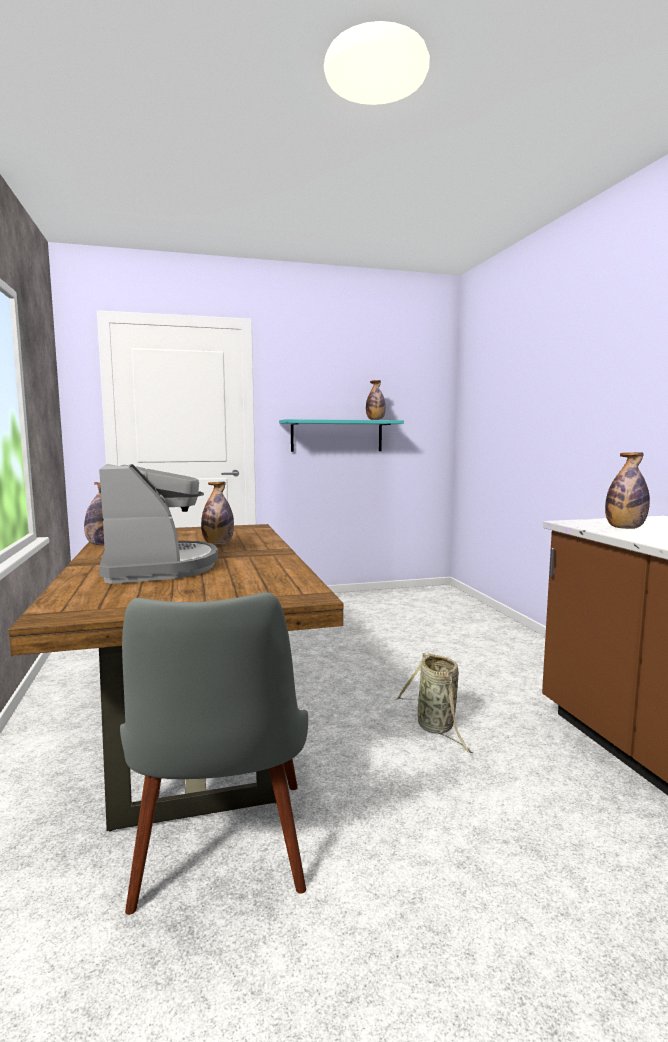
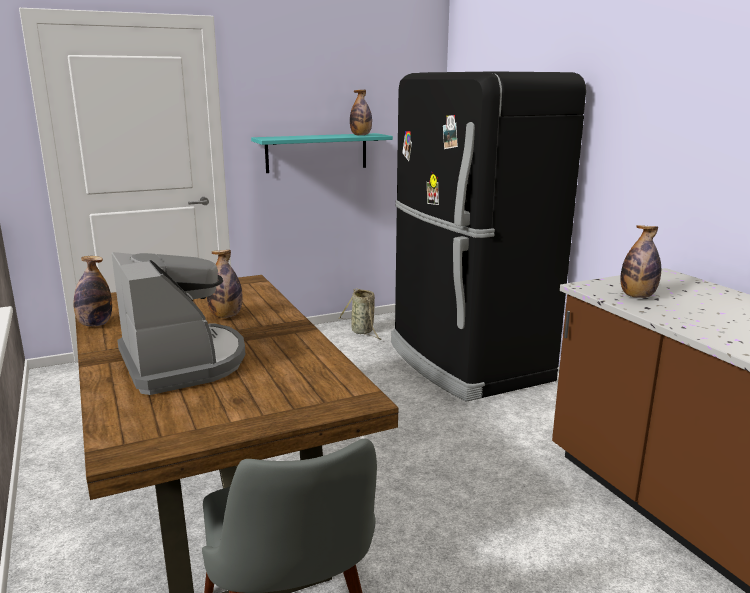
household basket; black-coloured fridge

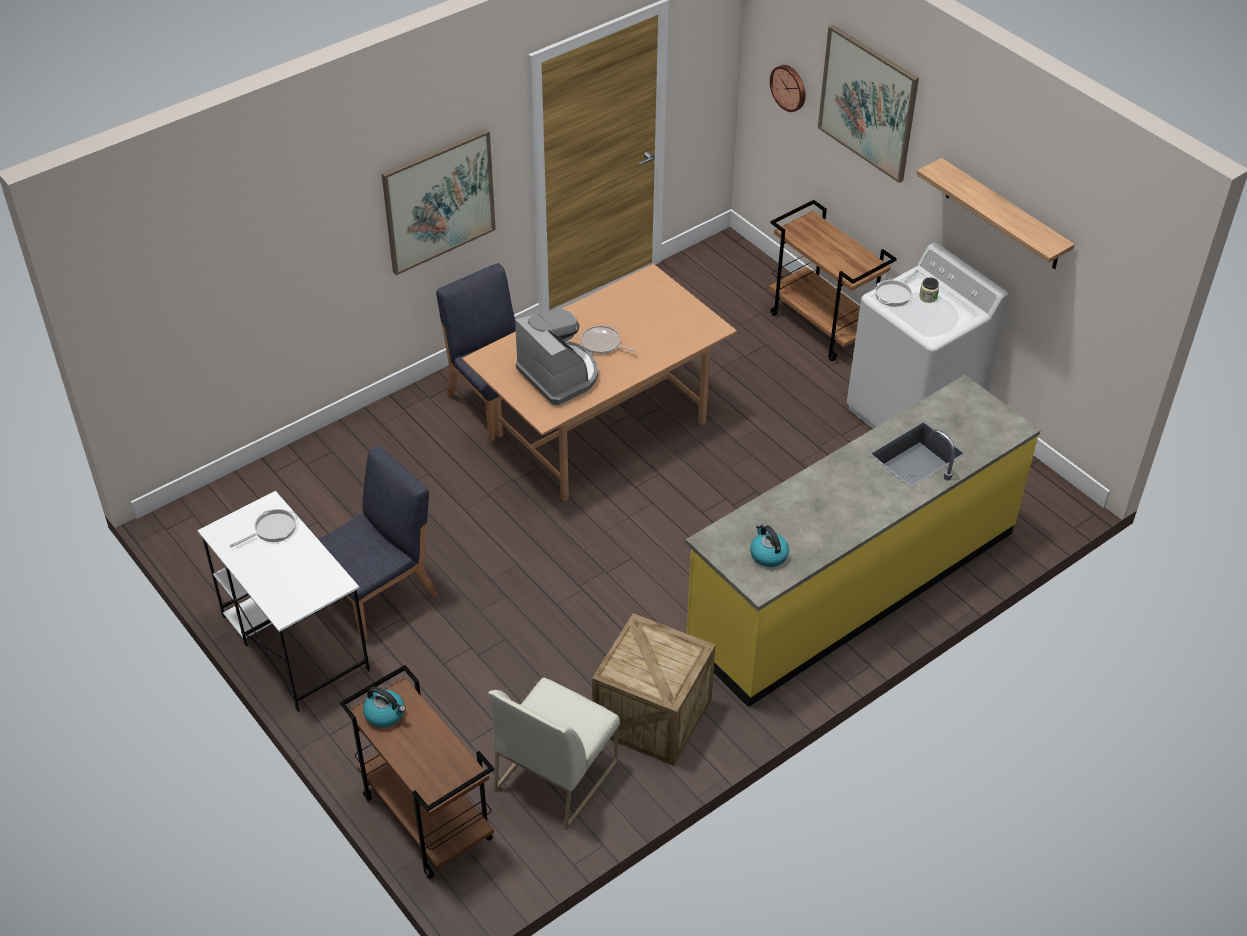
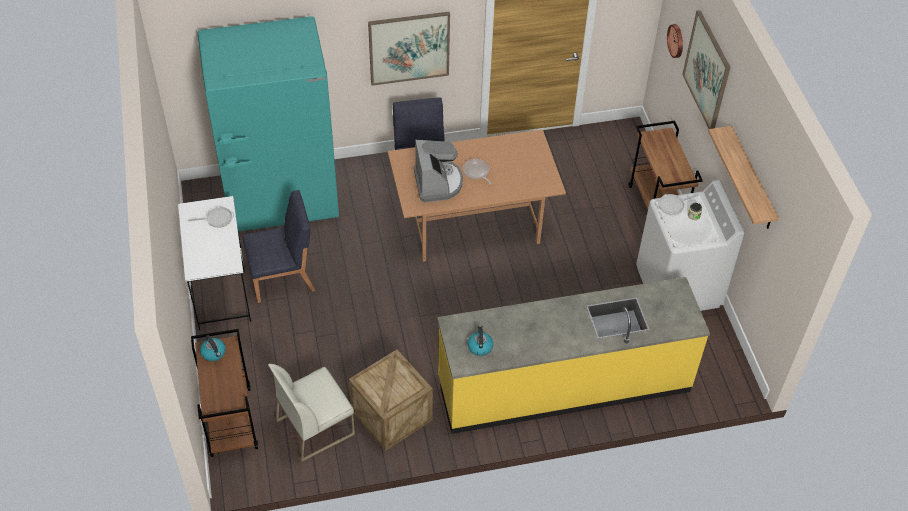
blue-green fridge

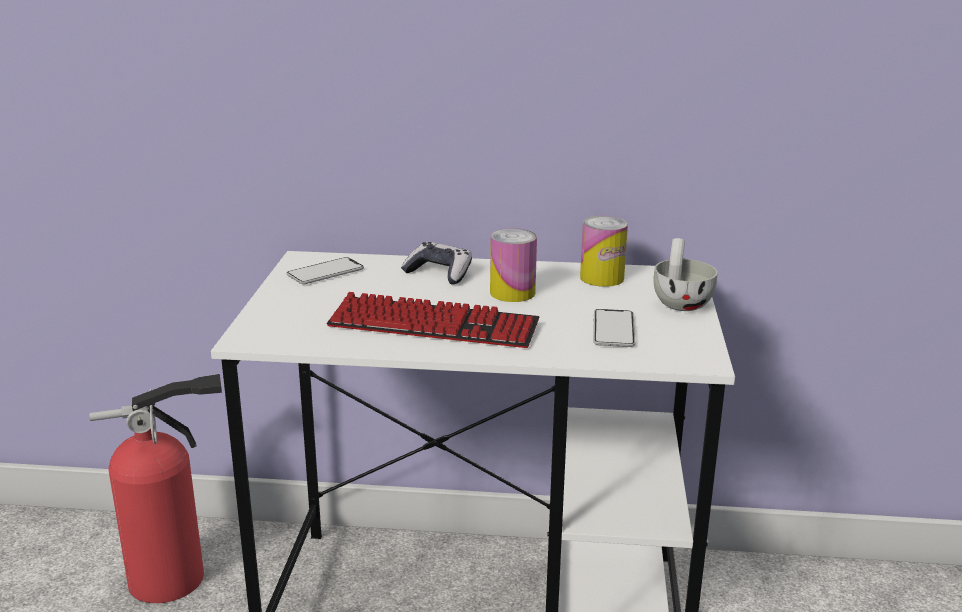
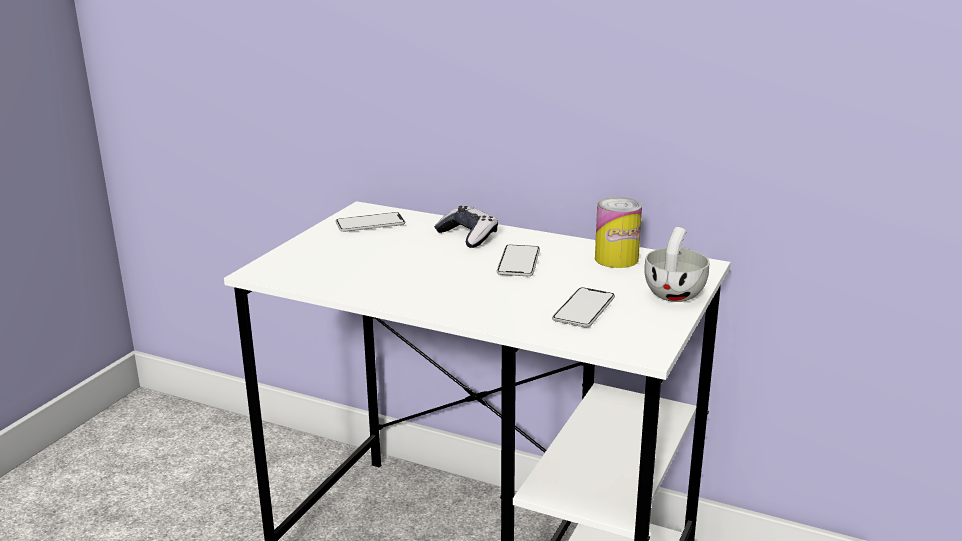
fire extinguisher; keyboard; phone (no. 2 from left)

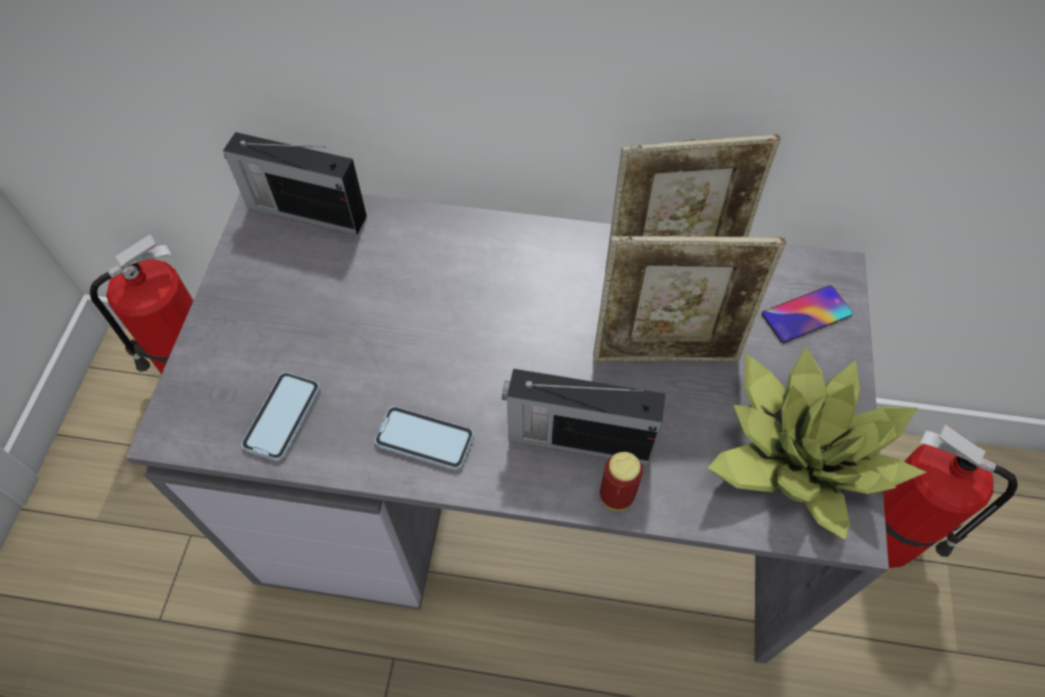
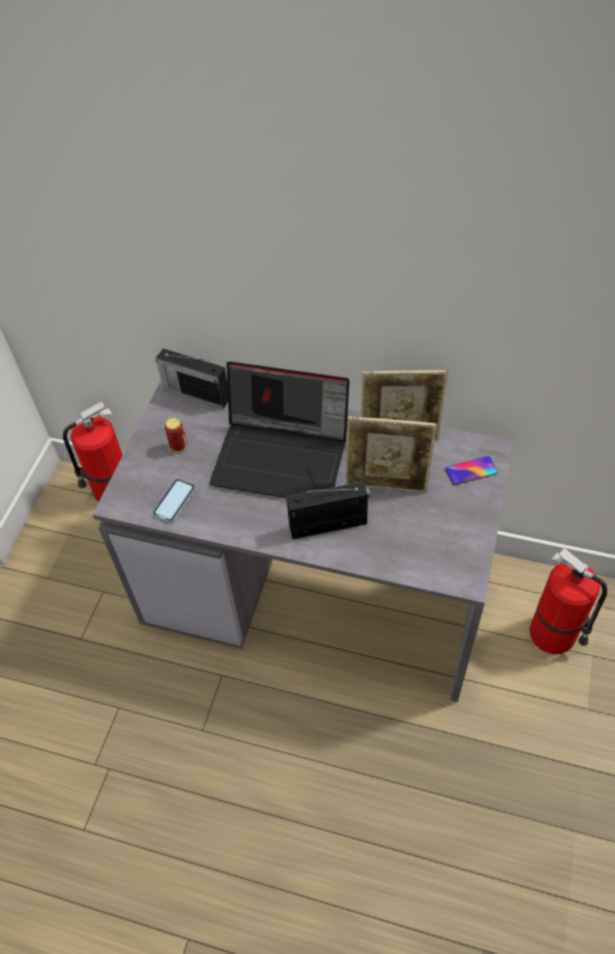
phone (no. 2 from left in the first image); radio receiver (no. 2 from left); sealed can; potted plant; portable computer

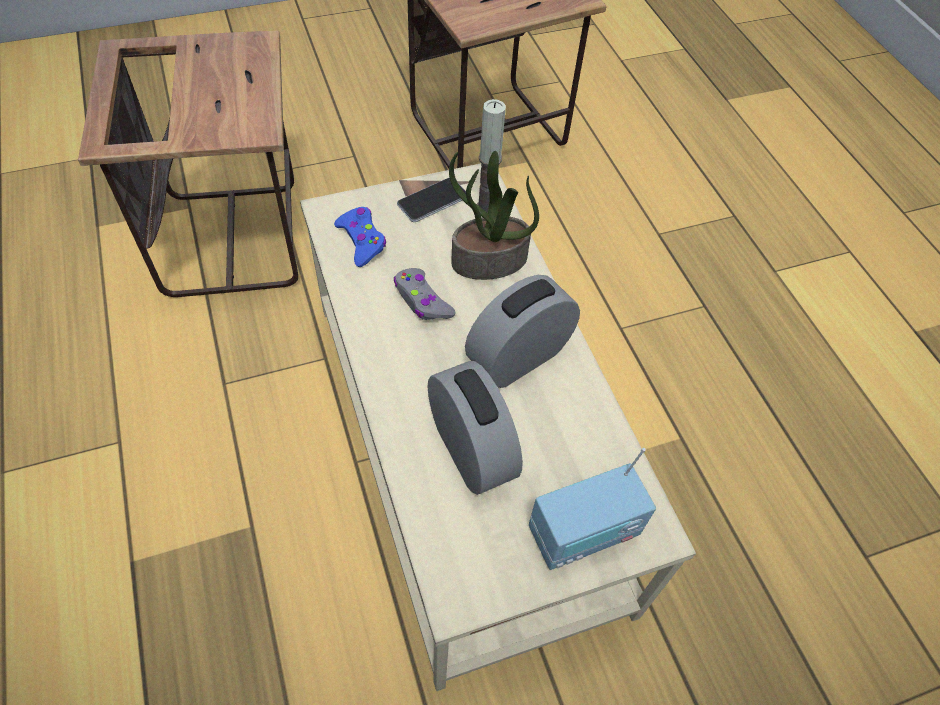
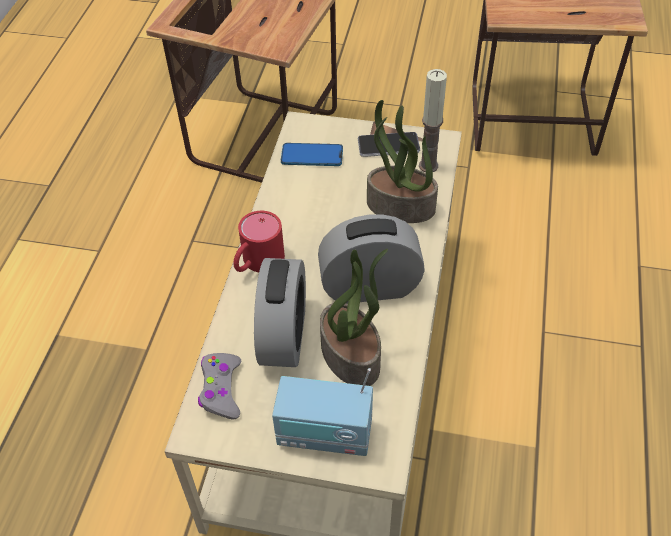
phone (no. 1 from left); gray joypad; red mug; potted plant (no. 1 from left)

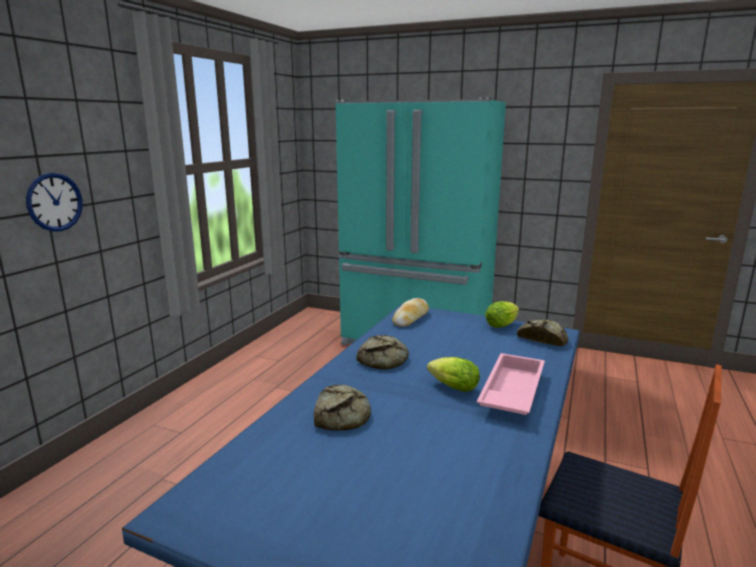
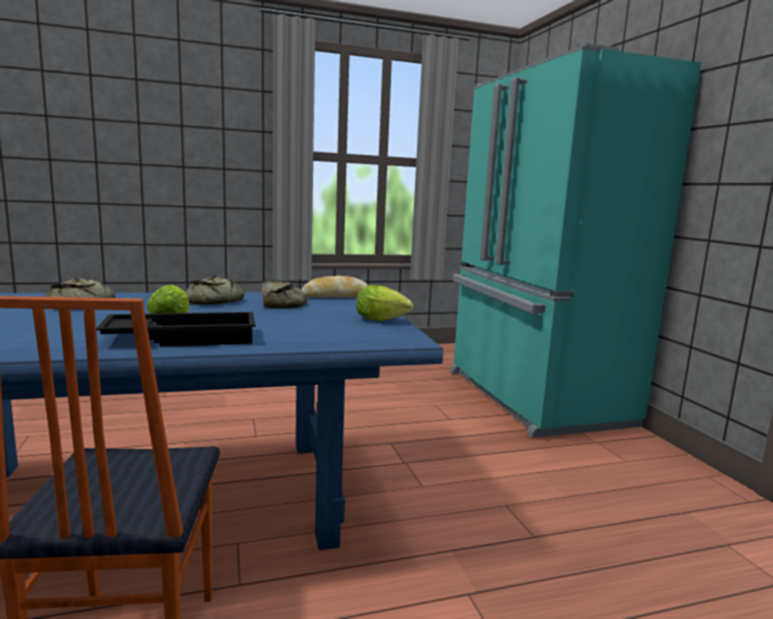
hanging clock; black-coloured tray; bread (no. 3 from left)

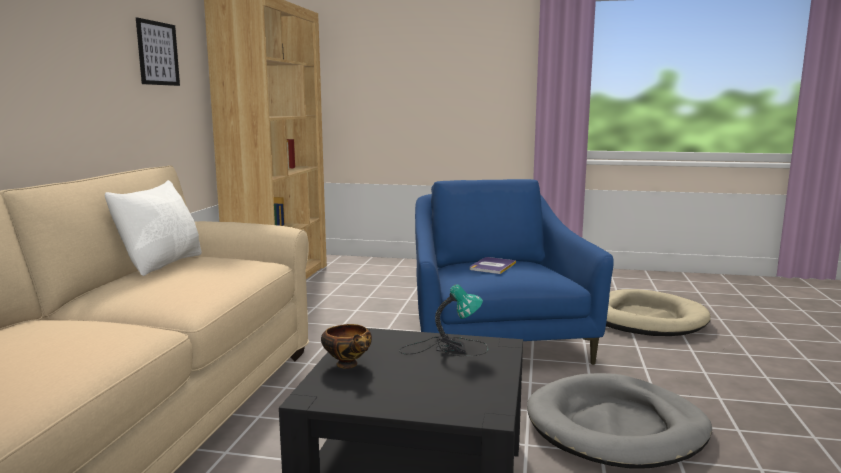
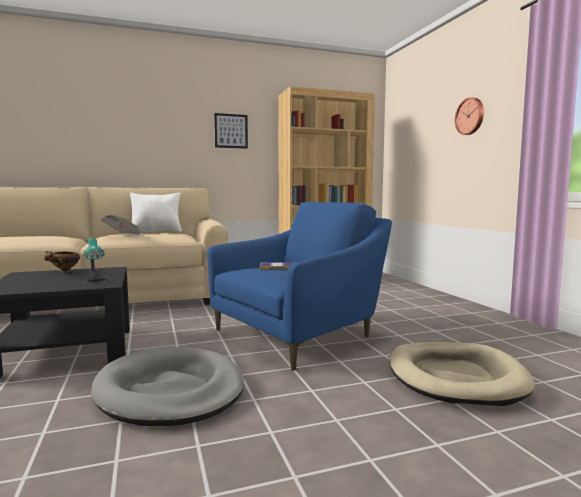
printed paper; hanging clock

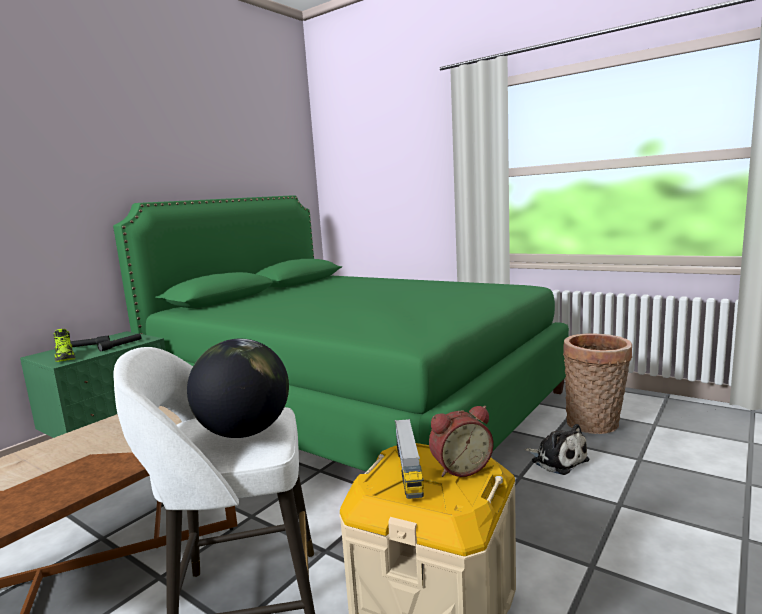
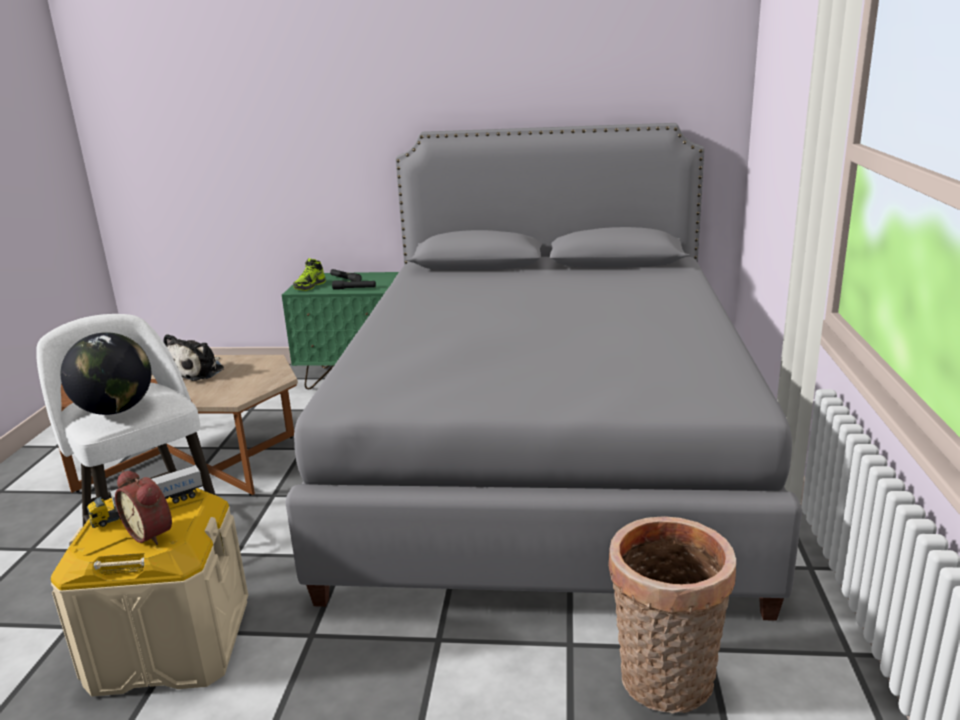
gray bedroom bed; soft toy

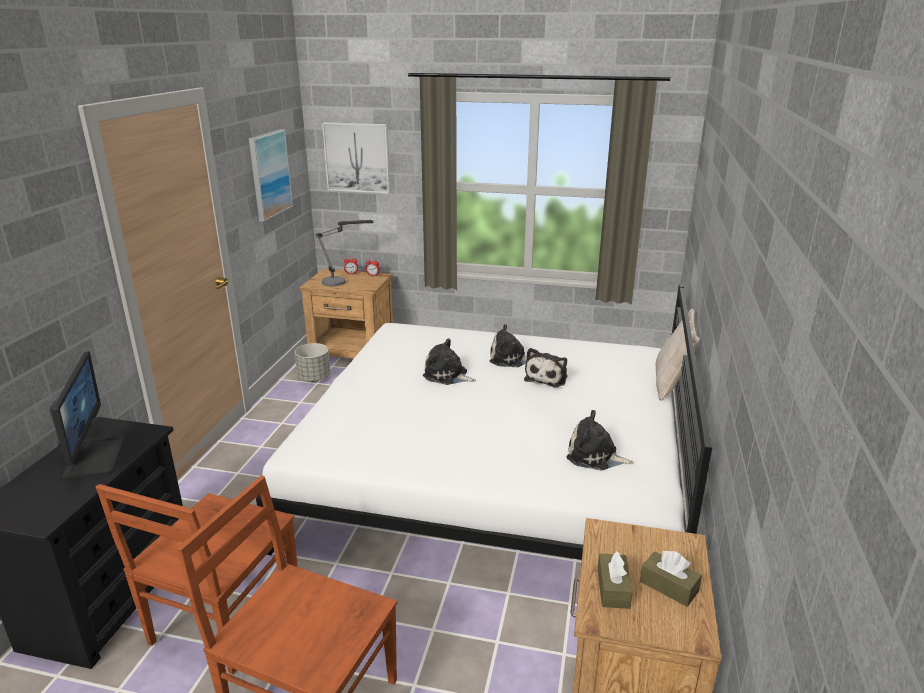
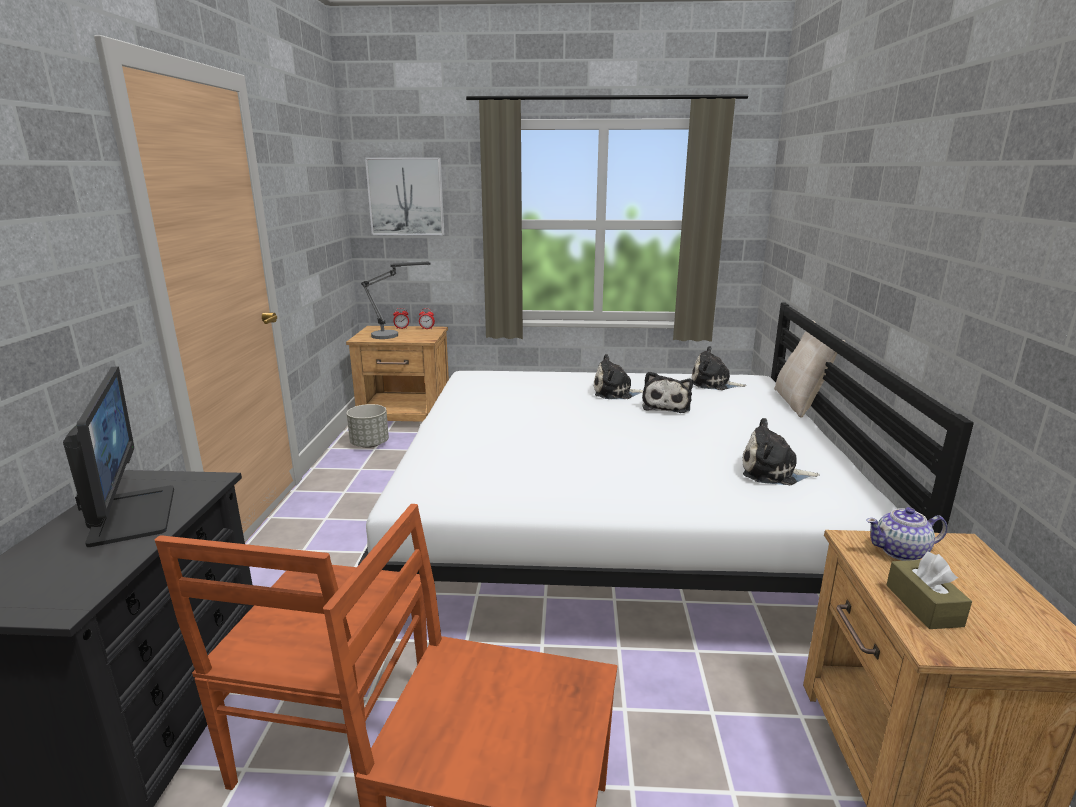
wall art (no. 1 from left in the first image); soft toy (no. 3 from left); brown-coloured tissue holder (no. 2 from left in the first image); teapot

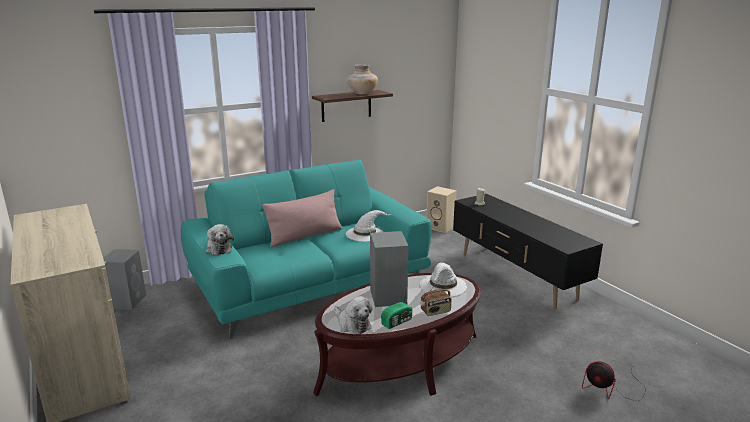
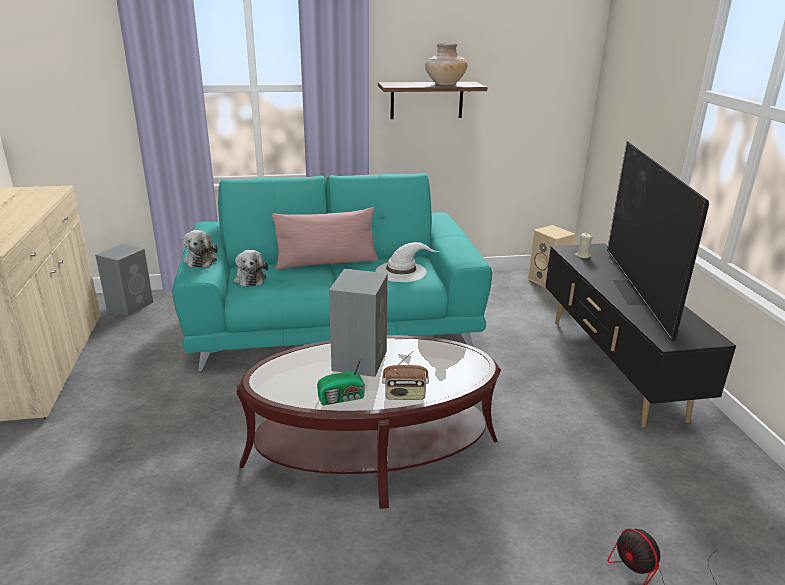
soft toy (no. 2 from left); whitish hat (no. 2 from left in the first image); television

